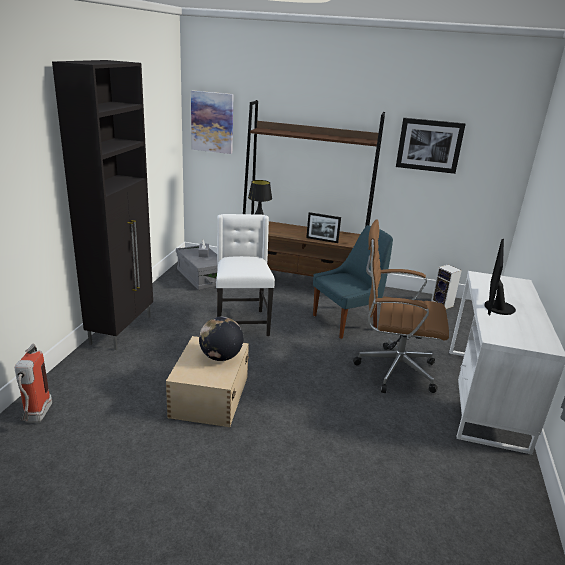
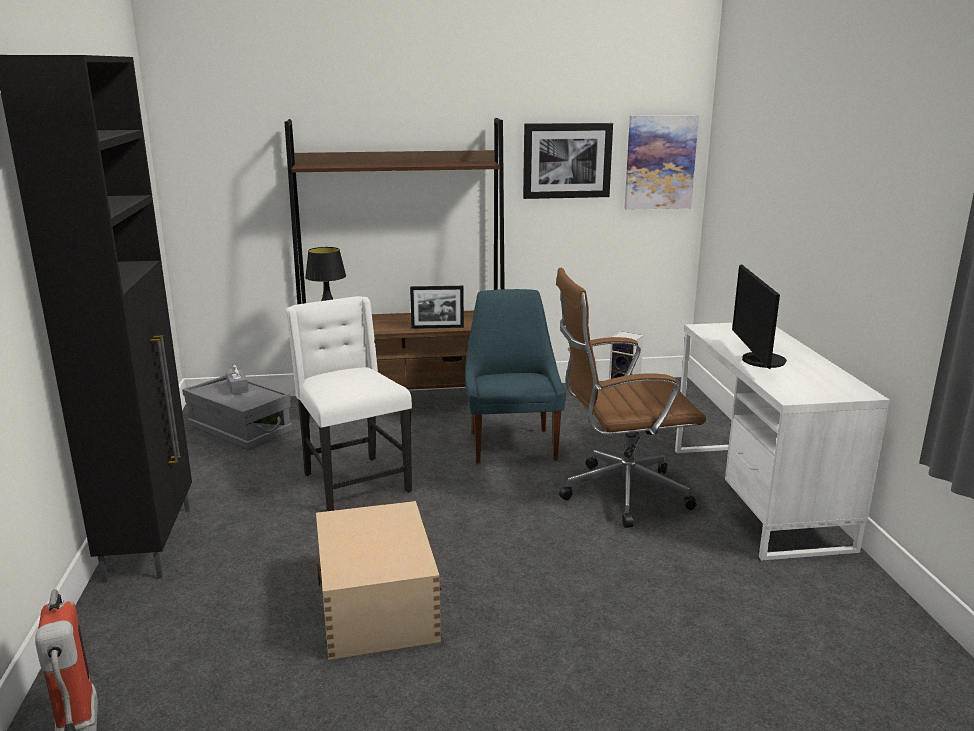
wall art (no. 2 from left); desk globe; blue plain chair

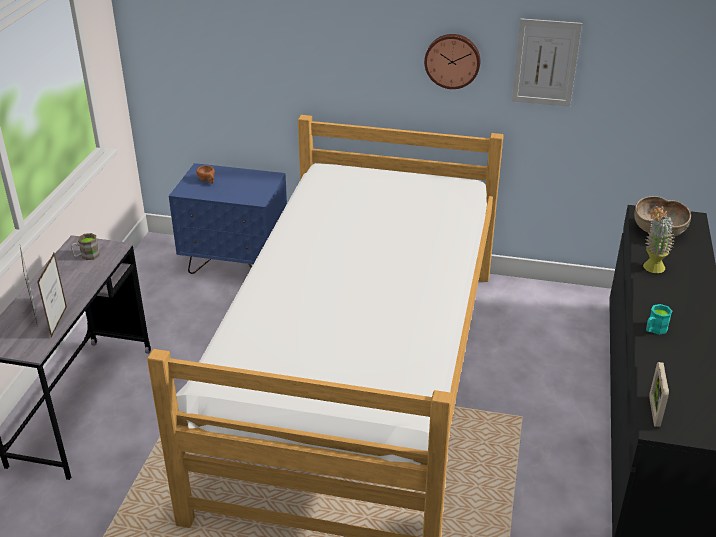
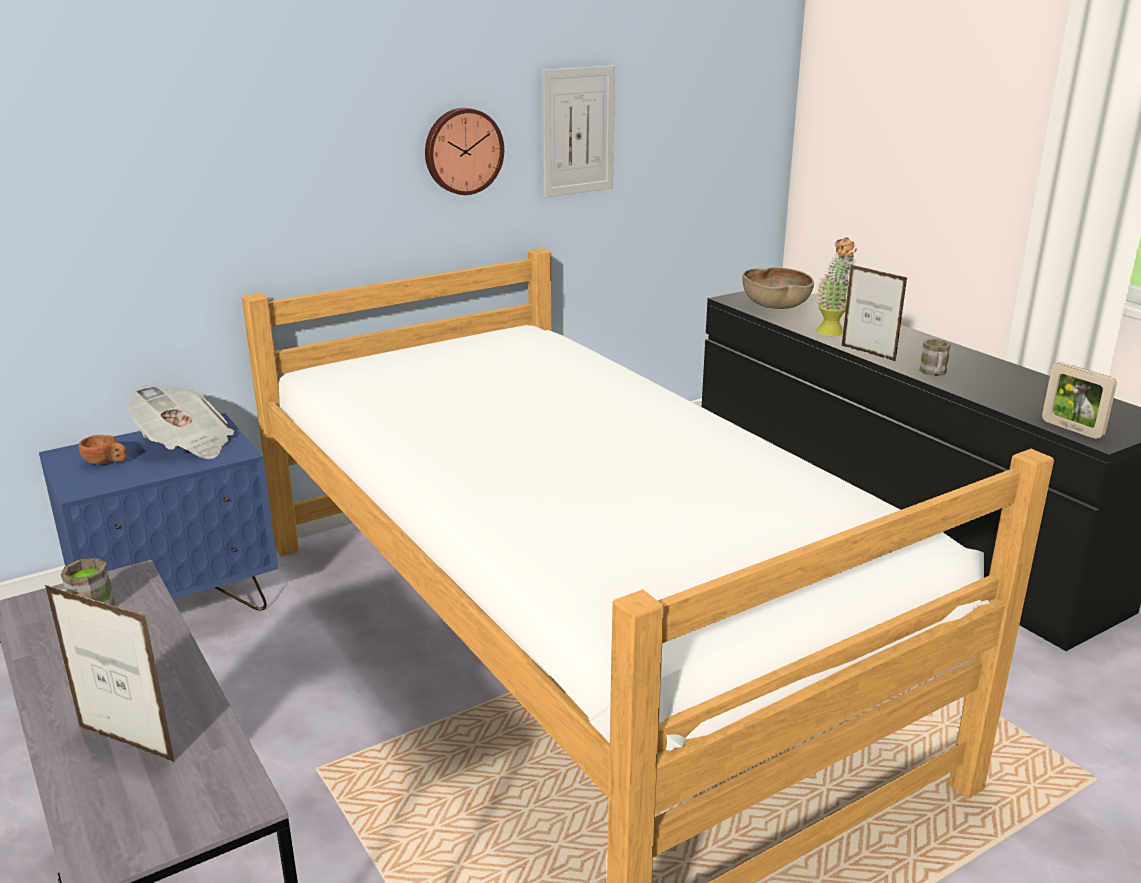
picture frame (no. 2 from left); brown-coloured mug (no. 2 from left); printed paper

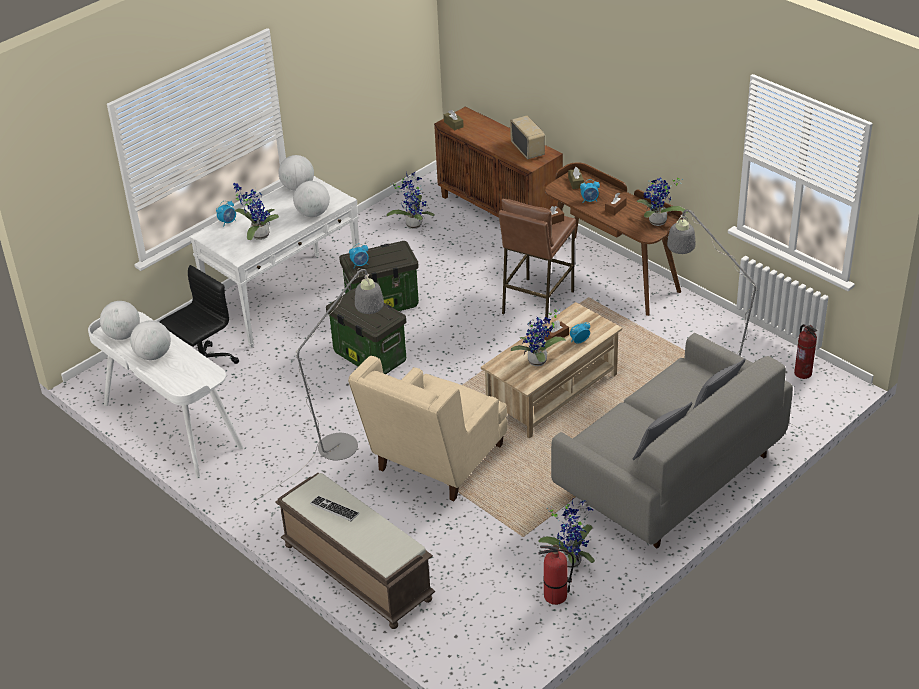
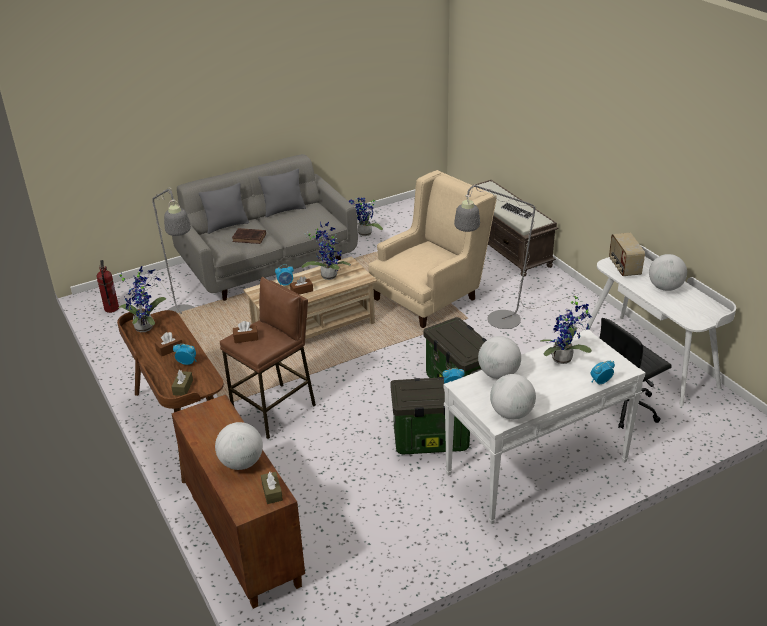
desk globe (no. 1 from left); potted plant (no. 2 from left in the first image); radio receiver; fire extinguisher (no. 1 from left in the first image); brown-coloured volume

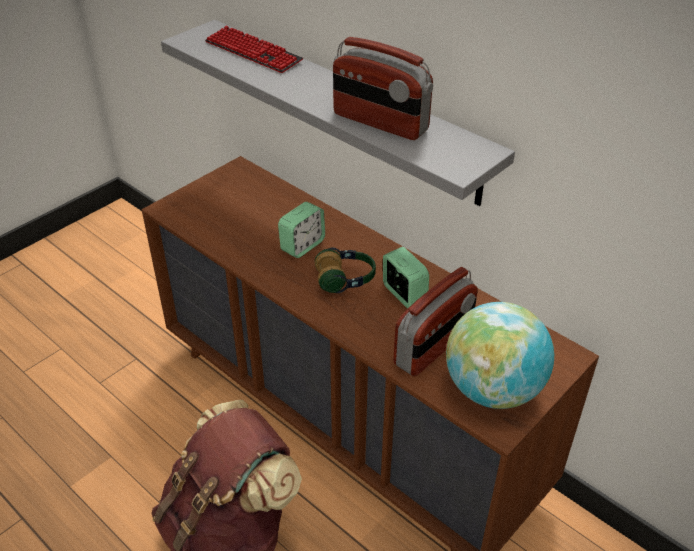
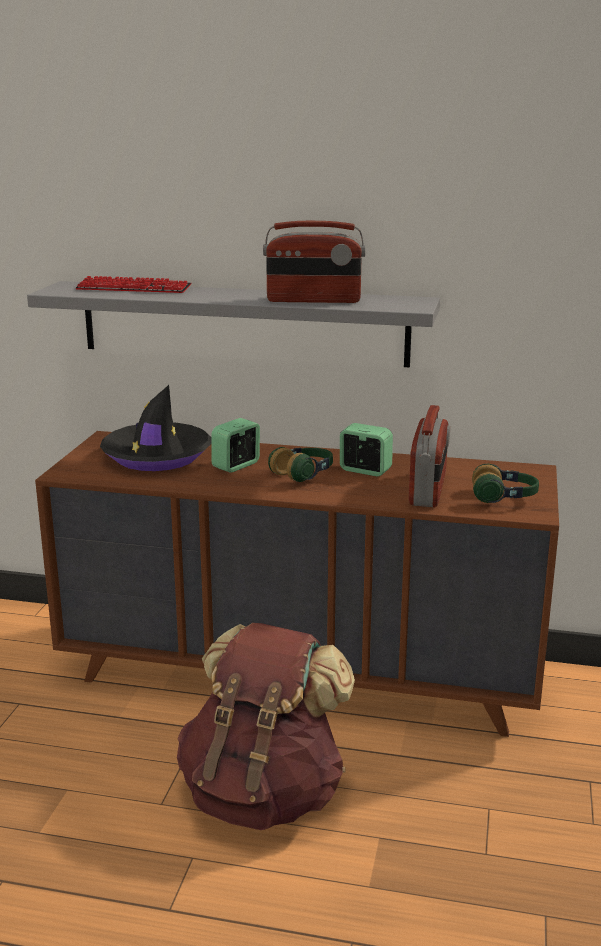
alarm clock (no. 1 from left); pair of headphones (no. 2 from left); black-coloured hat

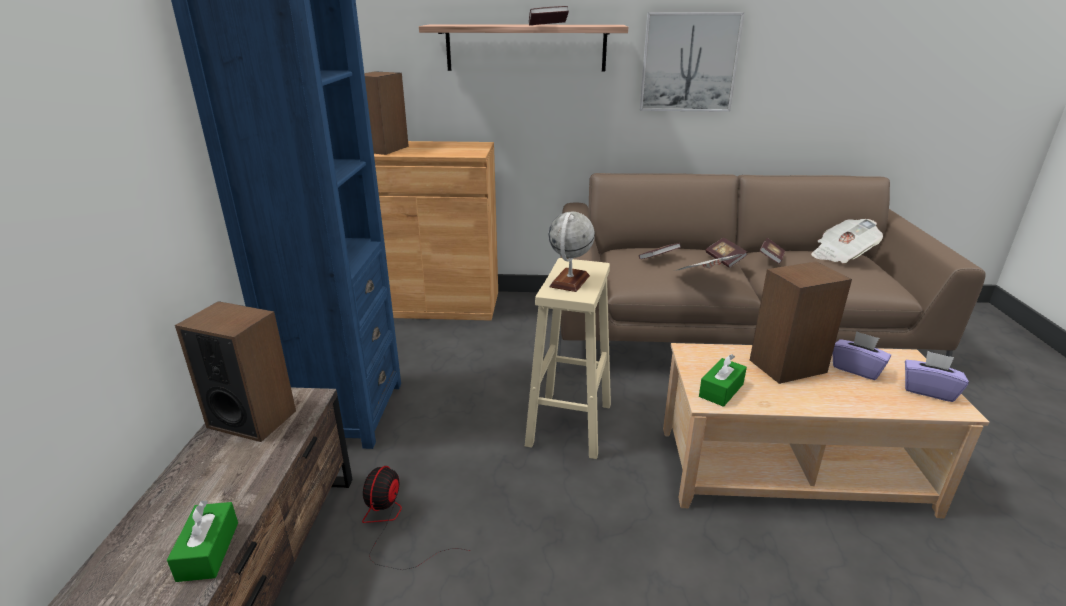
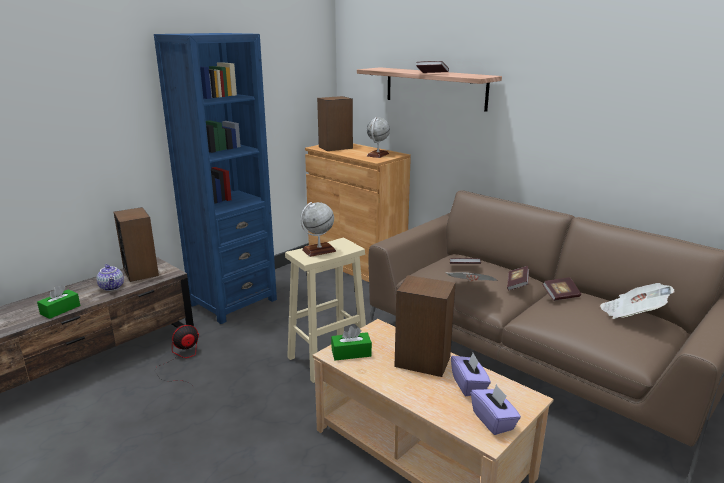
wall art; teapot; desk globe (no. 2 from left)

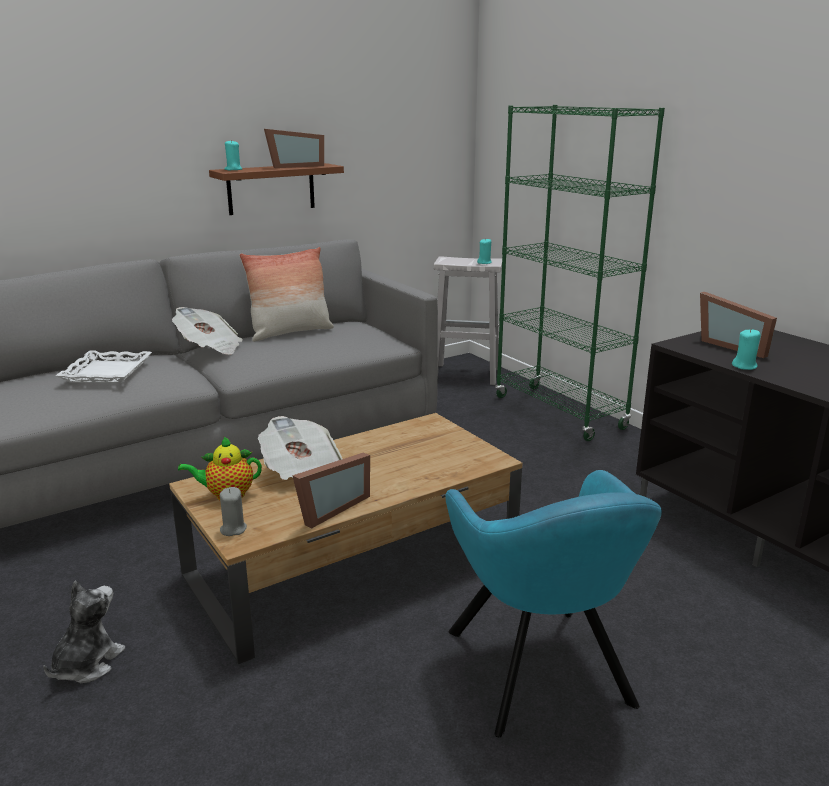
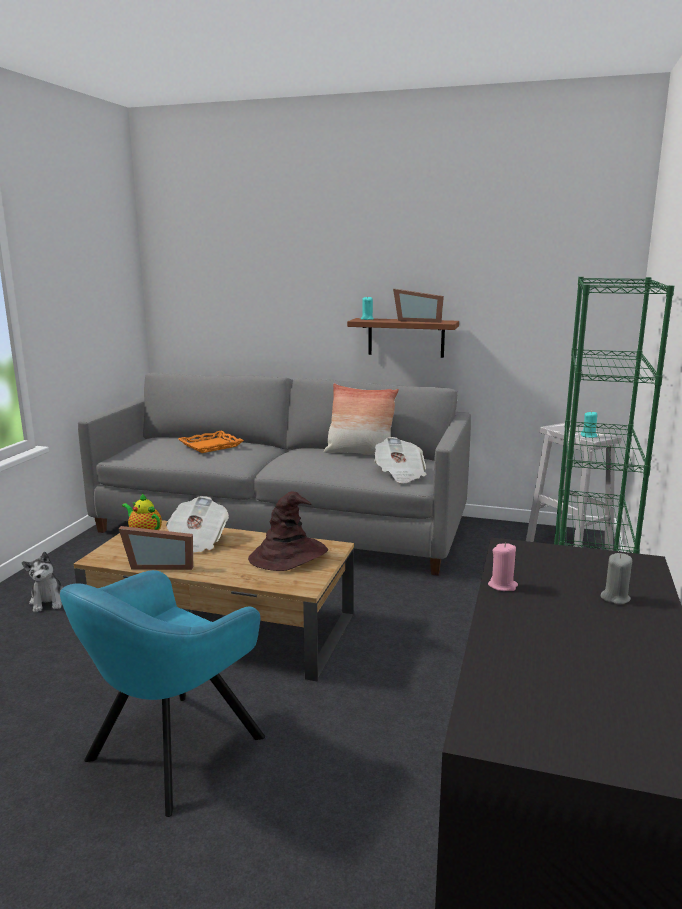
soft toy; orange-coloured tray; printed paper (no. 2 from left); gray wax light; picture frame (no. 3 from left in the first image); pinkish wax light; brown-coloured hat

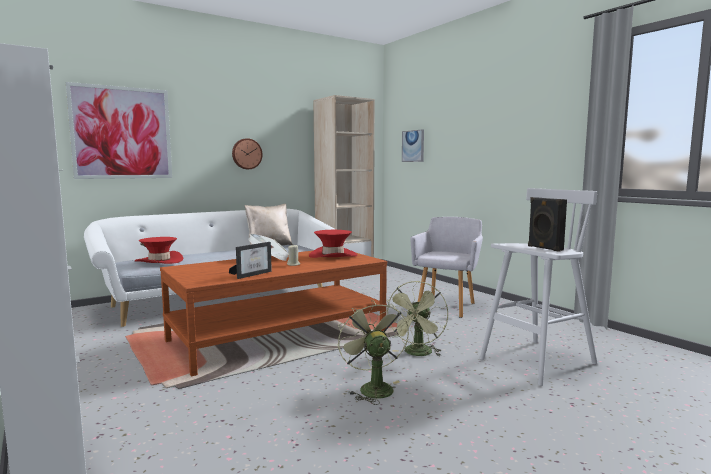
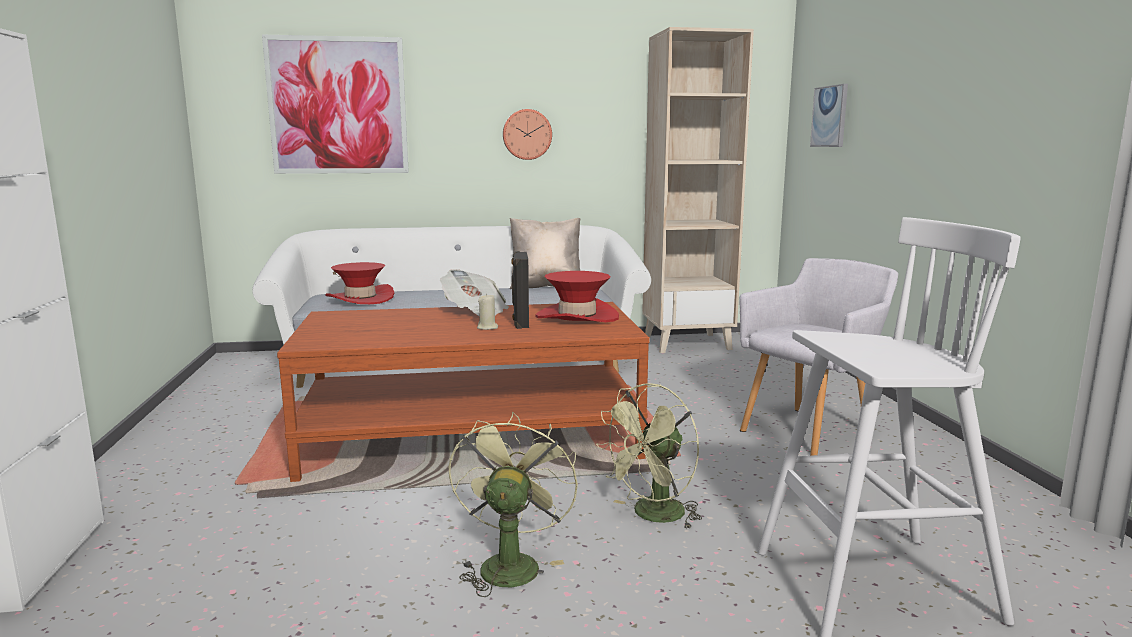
picture frame; black-coloured speaker

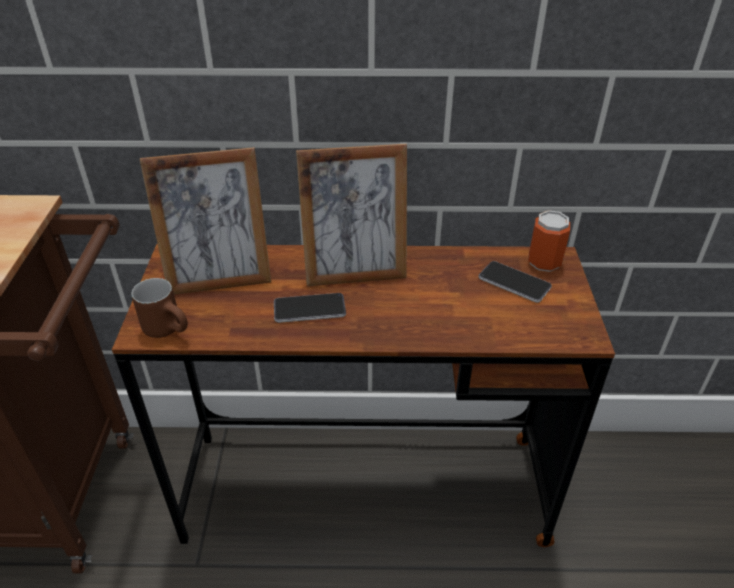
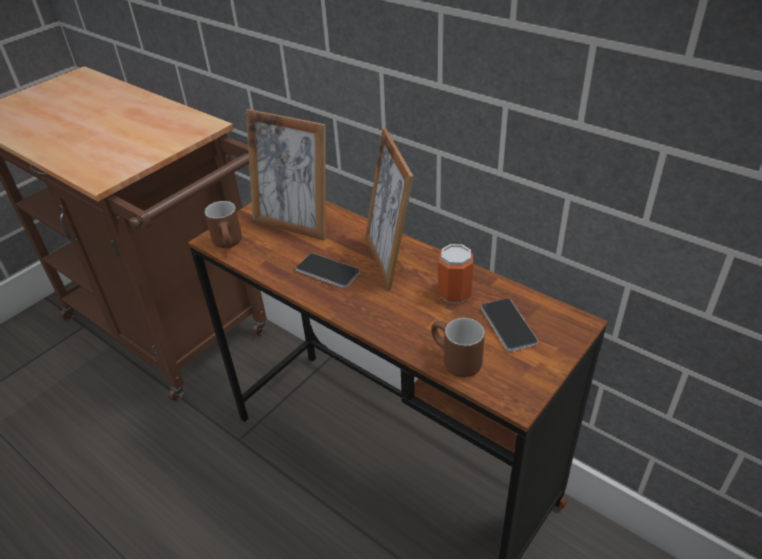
picture frame (no. 2 from left); sealed can; brown-coloured mug (no. 2 from left)

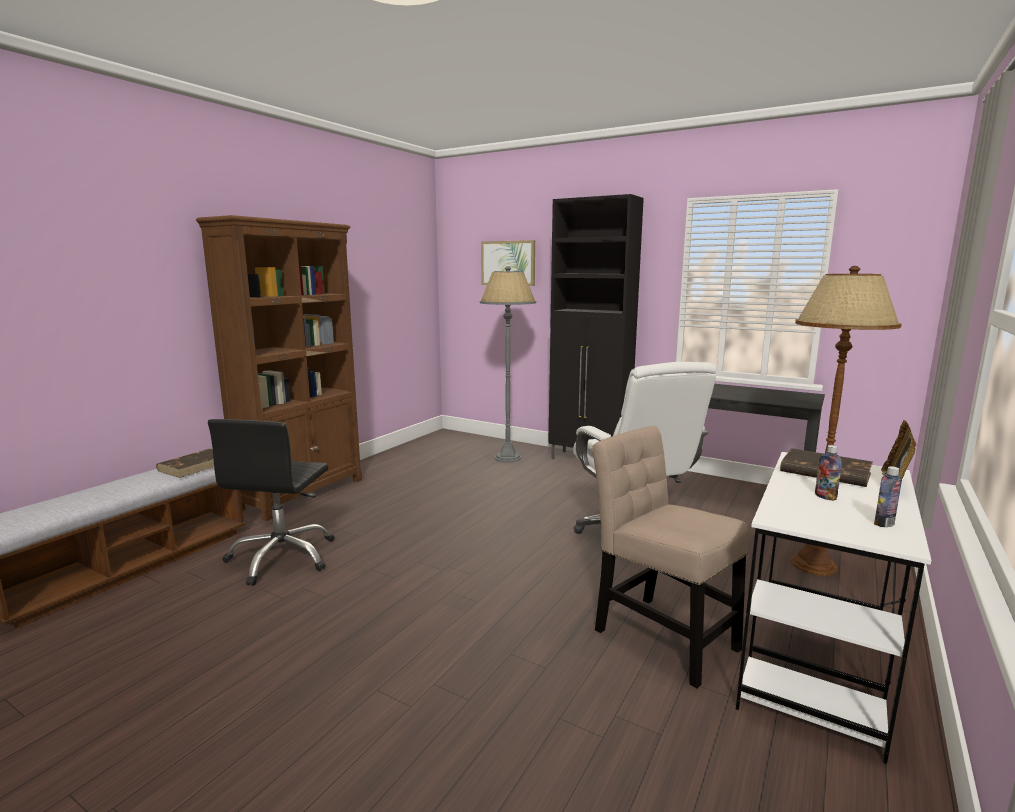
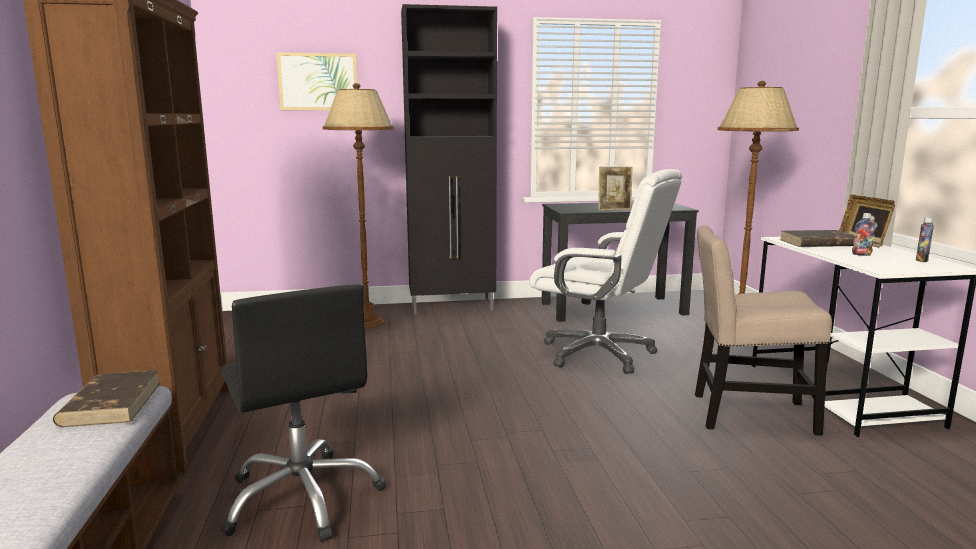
brown-coloured standard lamp (no. 1 from left); picture frame (no. 1 from left)

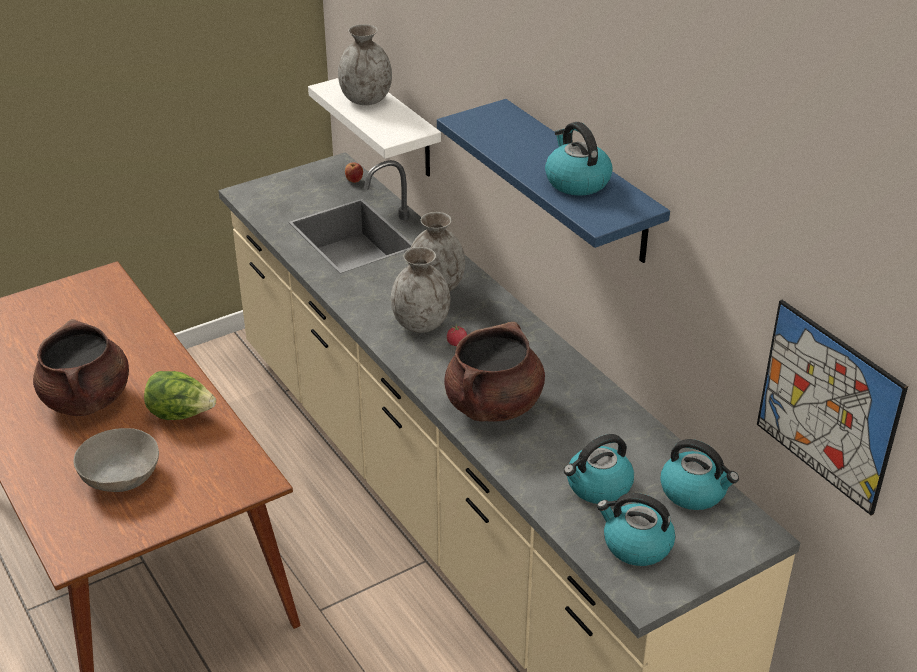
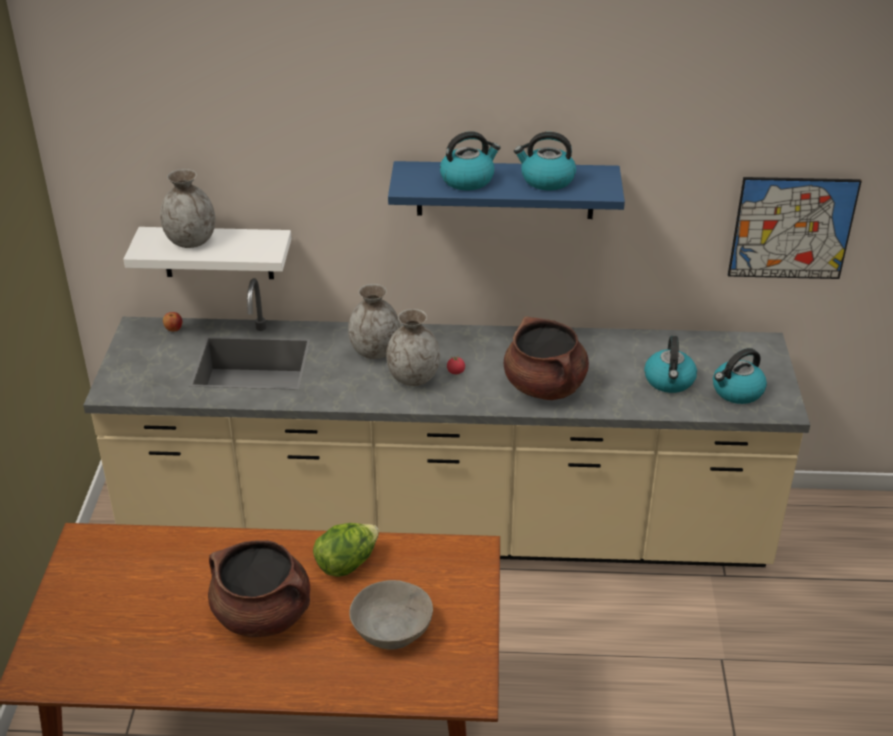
tea kettle (no. 1 from left)

